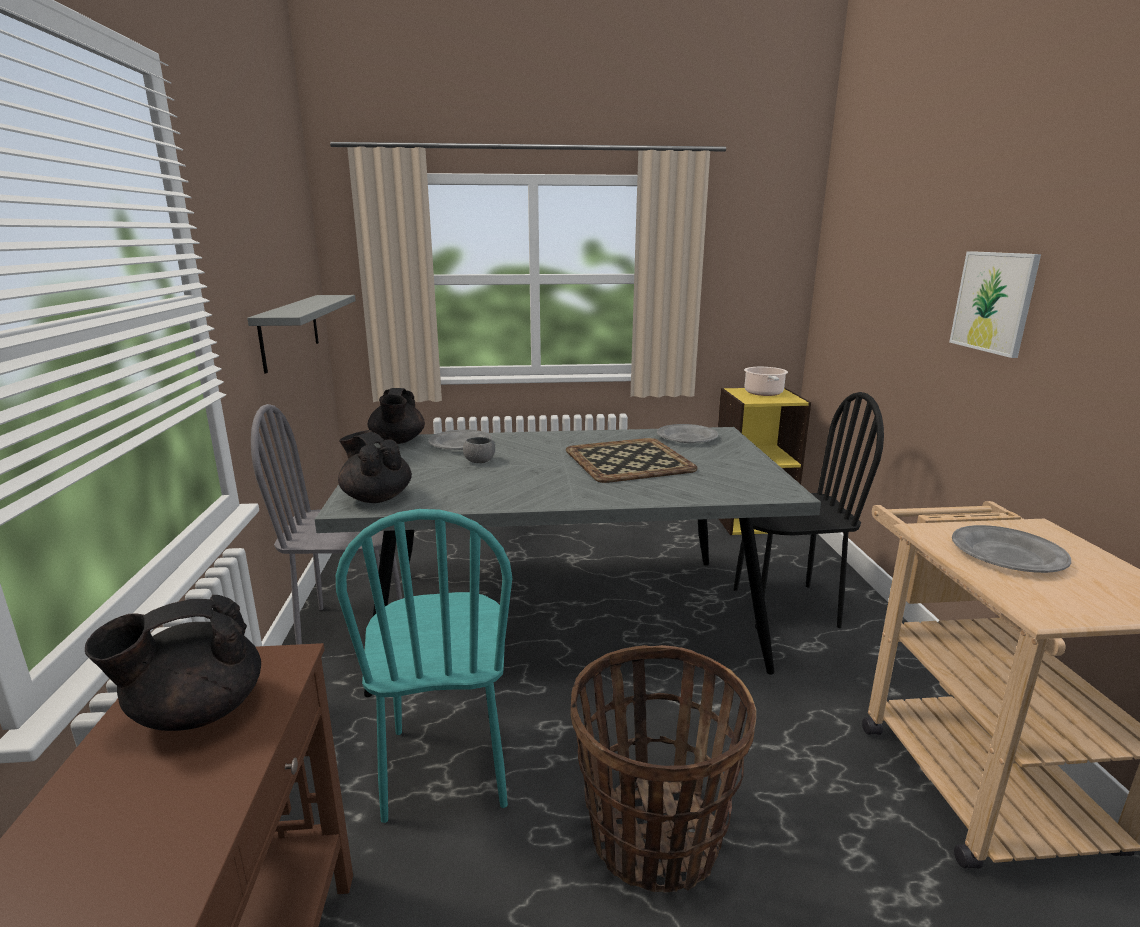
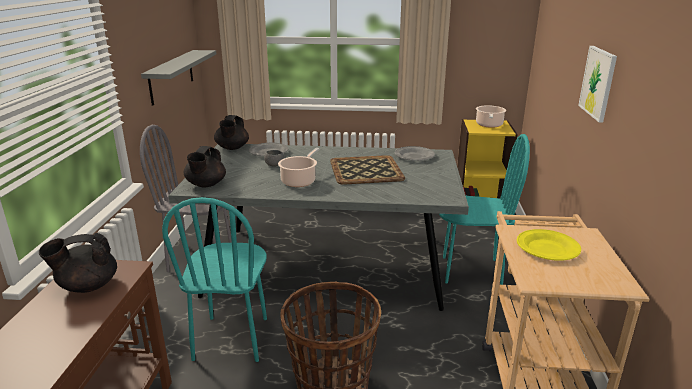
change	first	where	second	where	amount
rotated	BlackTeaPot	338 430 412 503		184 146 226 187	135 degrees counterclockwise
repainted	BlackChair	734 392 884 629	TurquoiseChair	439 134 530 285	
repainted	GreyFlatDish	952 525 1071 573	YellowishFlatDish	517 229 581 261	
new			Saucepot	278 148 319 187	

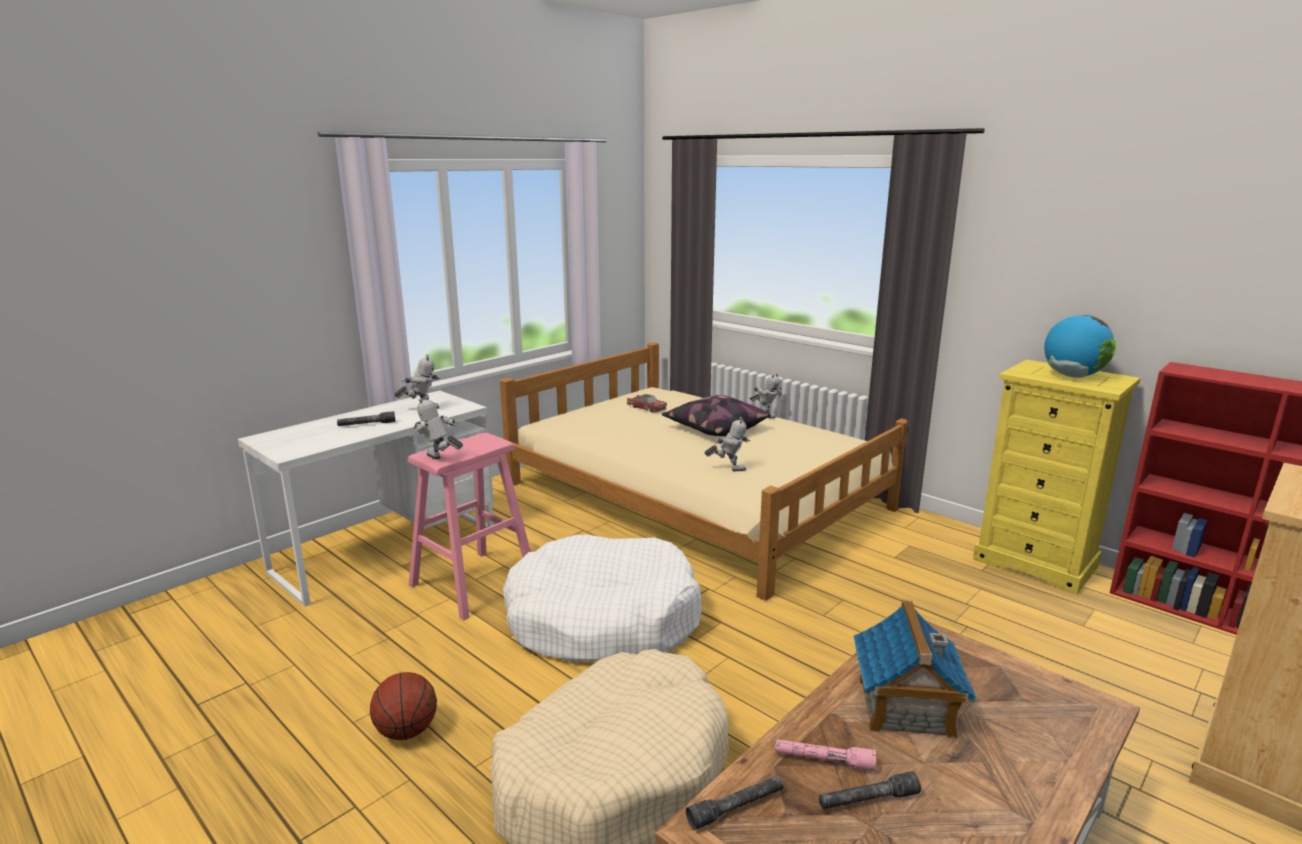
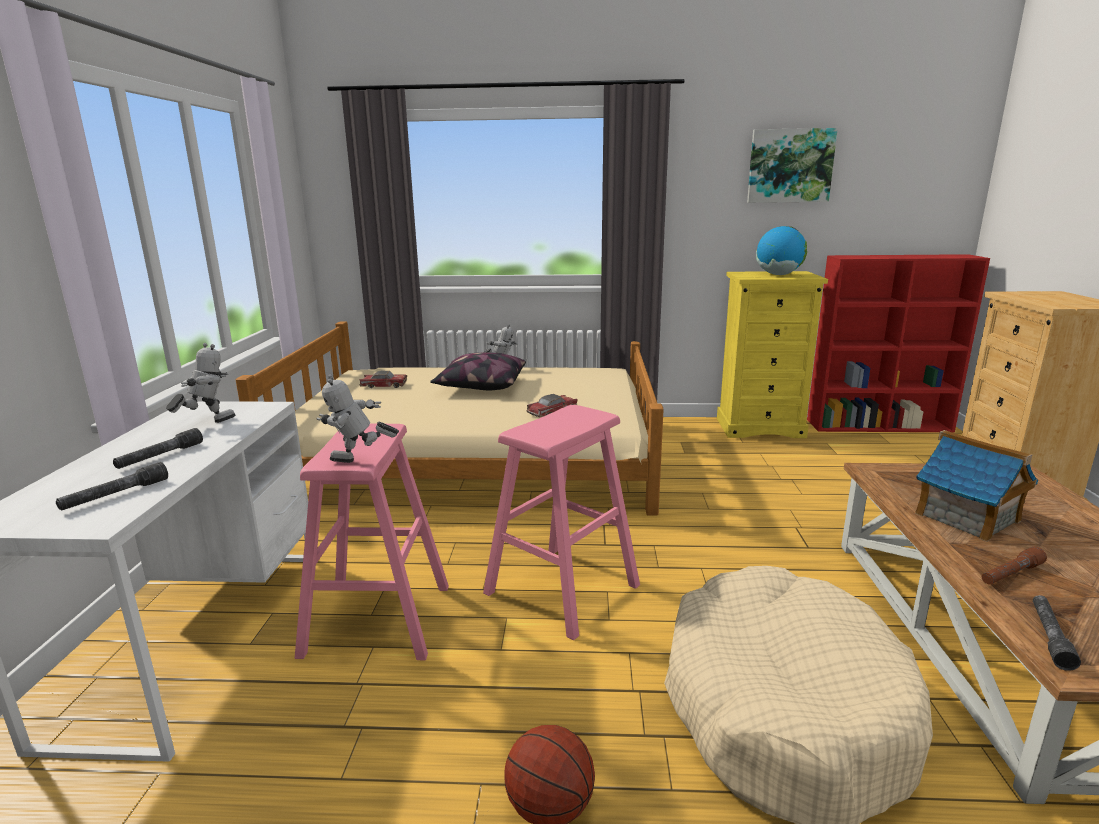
change	first	where	second	where	amount
swapped	WhitishPetBed	503 535 702 663	PinkishStoolSeat	483 405 640 640	
swapped	ModelRobot	704 417 750 471	ToyCar	527 394 578 417	
repainted	PinkishTorch	775 739 876 771	BrownTorch	982 547 1047 584	
shifted	GreyTorch	819 771 921 809		56 462 168 511	
new			WallArt	747 128 838 203	

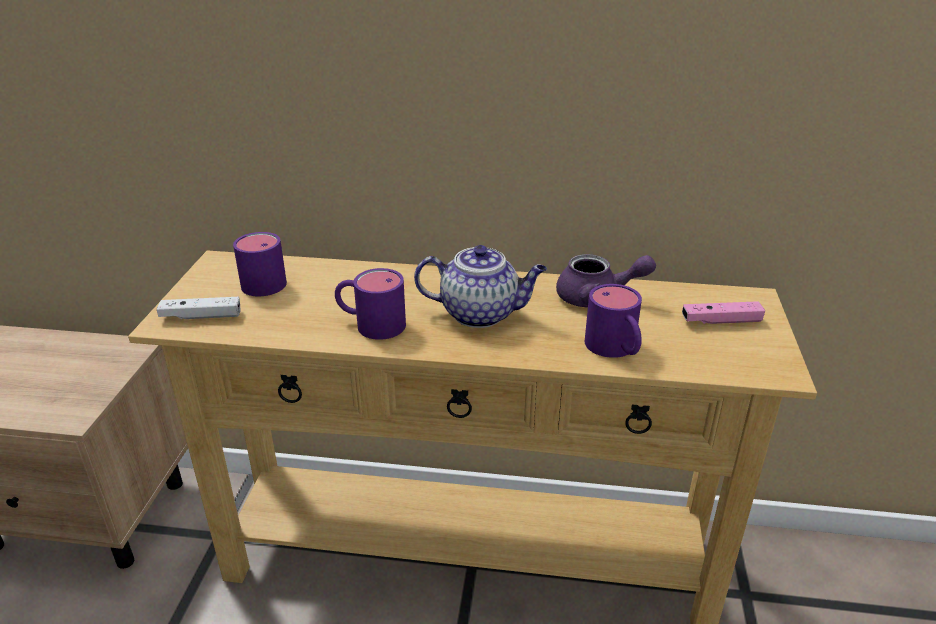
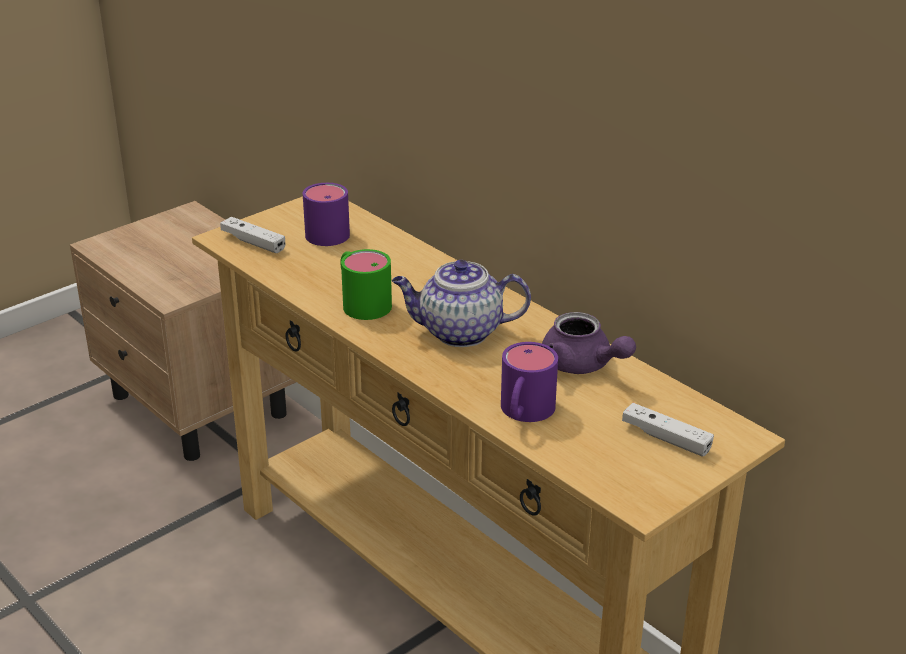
change	first	where	second	where	amount
repainted	PurplishMug	335 268 406 340	GreenMug	340 249 392 320	
rotated	TeaPot	414 245 547 328		392 260 531 347	135 degrees clockwise
repainted	PinkishGamepad	682 301 765 324	WhitishGamepad	622 403 714 457	

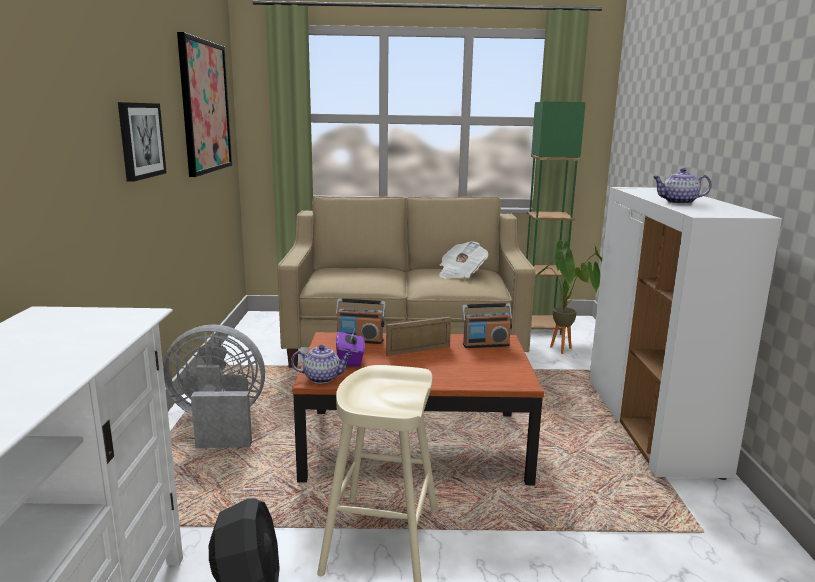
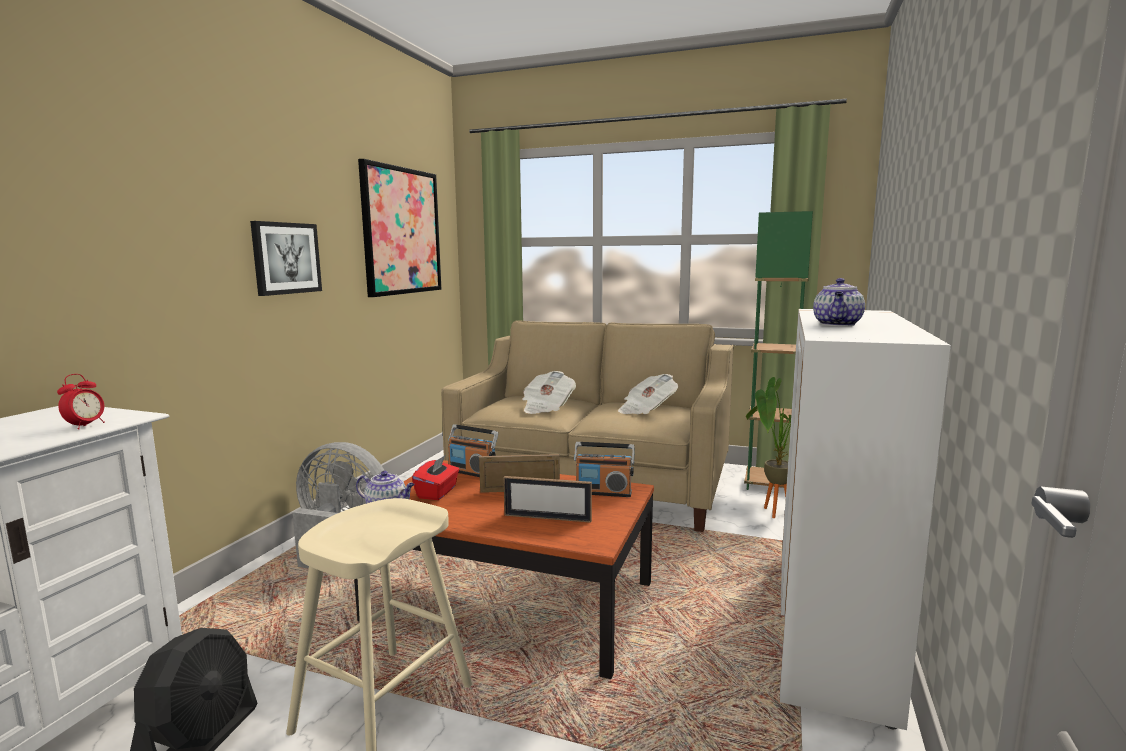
change	first	where	second	where	amount
repainted	PurplishTissueHolder	336 328 365 367	ReddishTissueHolder	412 455 459 500	
rotated	TeaPot	653 168 712 204		813 278 865 326	90 degrees counterclockwise
new			BedsideClock	57 374 105 429	
new			PhotoFrame	504 476 592 523	
new			PrintedPaper	522 371 576 414	

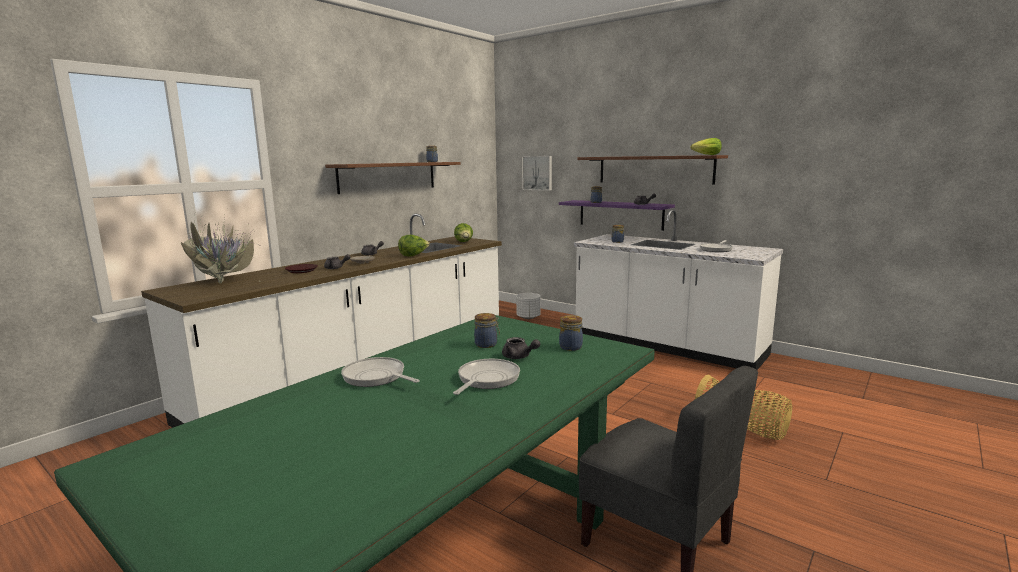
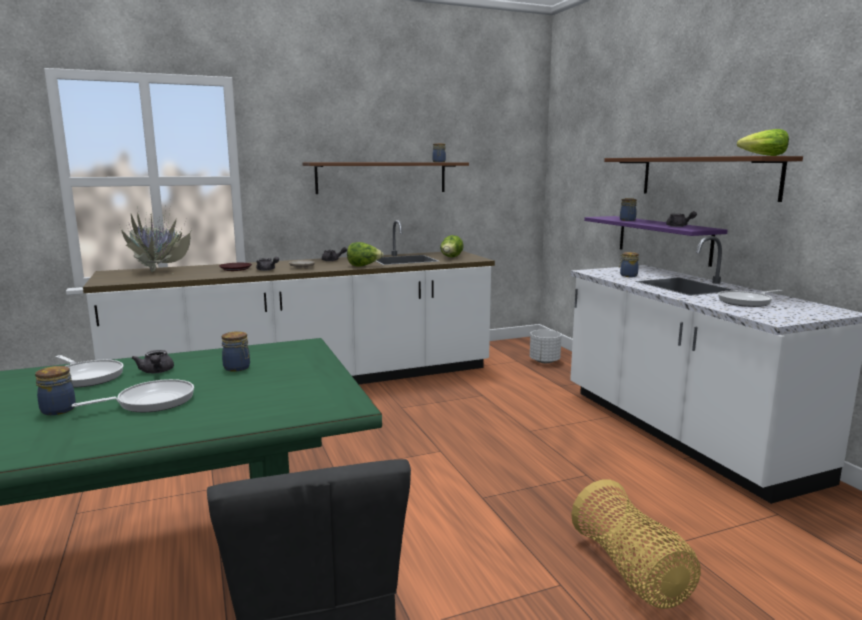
change	first	where	second	where	amount
rotated	FryingPan	341 357 420 387		56 355 124 387	150 degrees clockwise
shifted	GreyTeaPot	502 337 540 359		132 350 174 373	
gone	WallArt	522 156 552 191			
shifted	StorageJar	559 315 583 351		35 366 76 415	

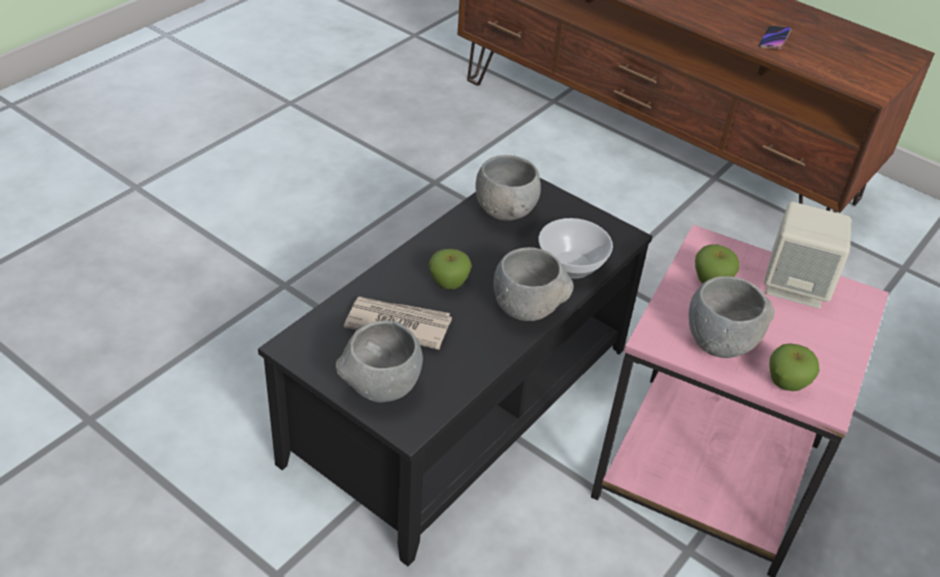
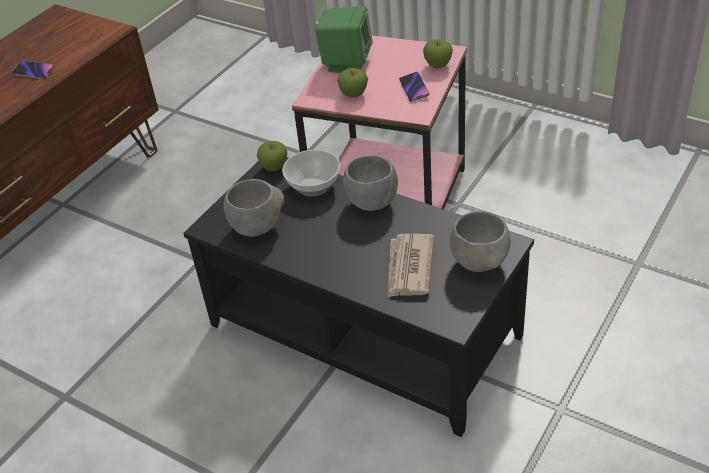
change	first	where	second	where	amount
shifted	Apple	429 249 472 289		257 141 287 171	
swapped	GreyBowl	689 276 775 358	Handset	399 72 429 102	
repainted	SandColouredSpeaker	764 202 851 308	GreenSpeaker	315 6 373 73	

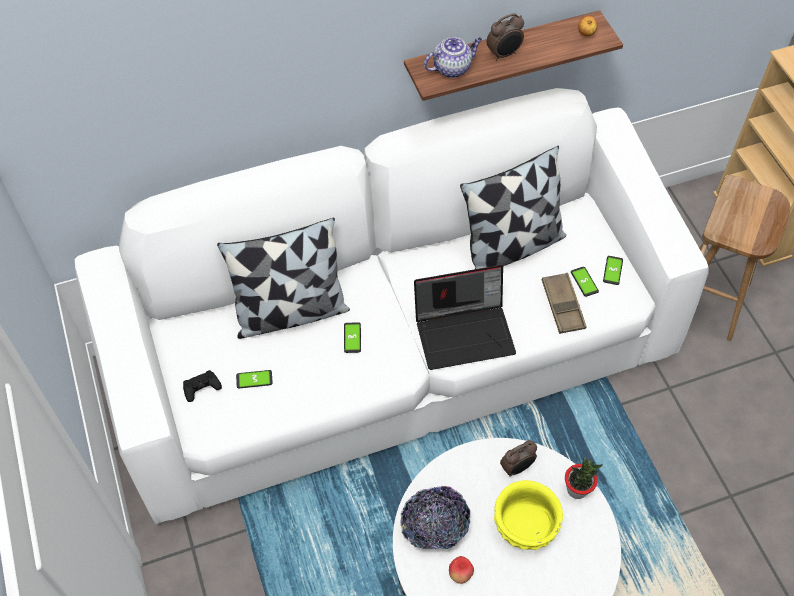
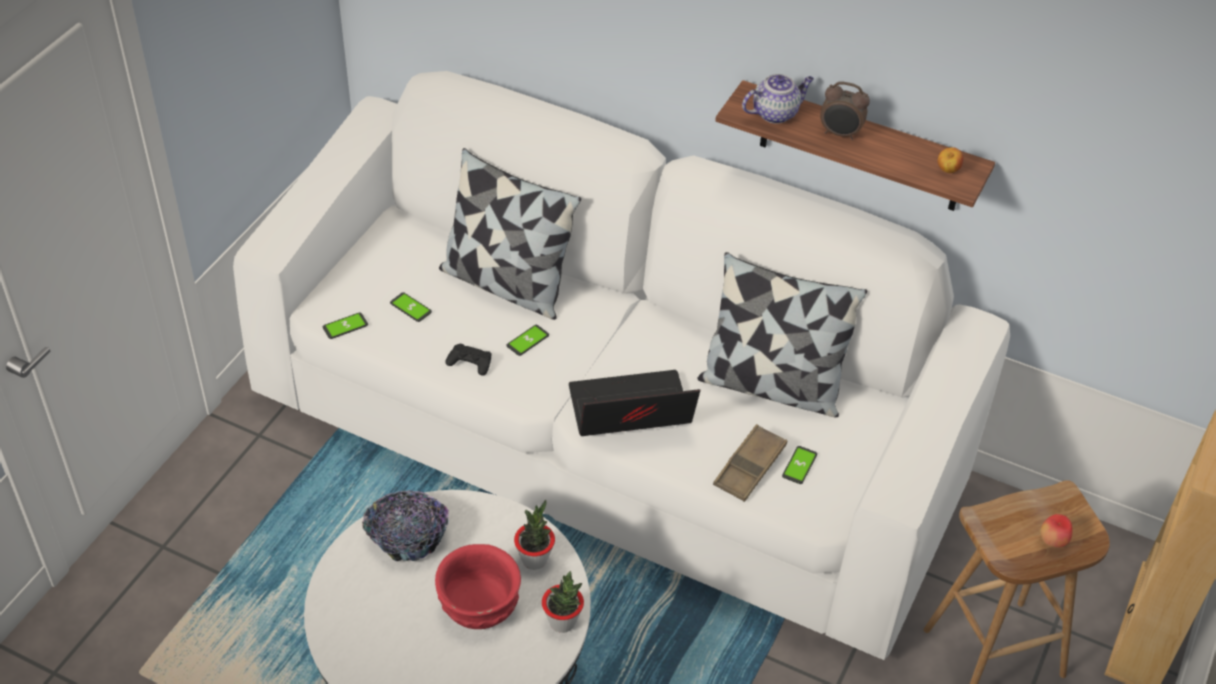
change	first	where	second	where	amount
shifted	BlackGamepad	183 370 222 402		445 344 492 376	
rotated	NotebookComputer	414 265 516 370		569 370 701 436	135 degrees clockwise
rotated	TeaPot	424 37 482 78		742 74 814 124	45 degrees counterclockwise
shifted	Apple	449 556 474 584		1040 514 1072 548	
repainted	YellowishBowl	494 480 563 550	ReddishBowl	435 544 521 629	
swapped	BedsideClock	500 440 537 477	PlantInAPot	514 500 555 570	
shifted	Handset	603 256 623 285		323 312 368 339	

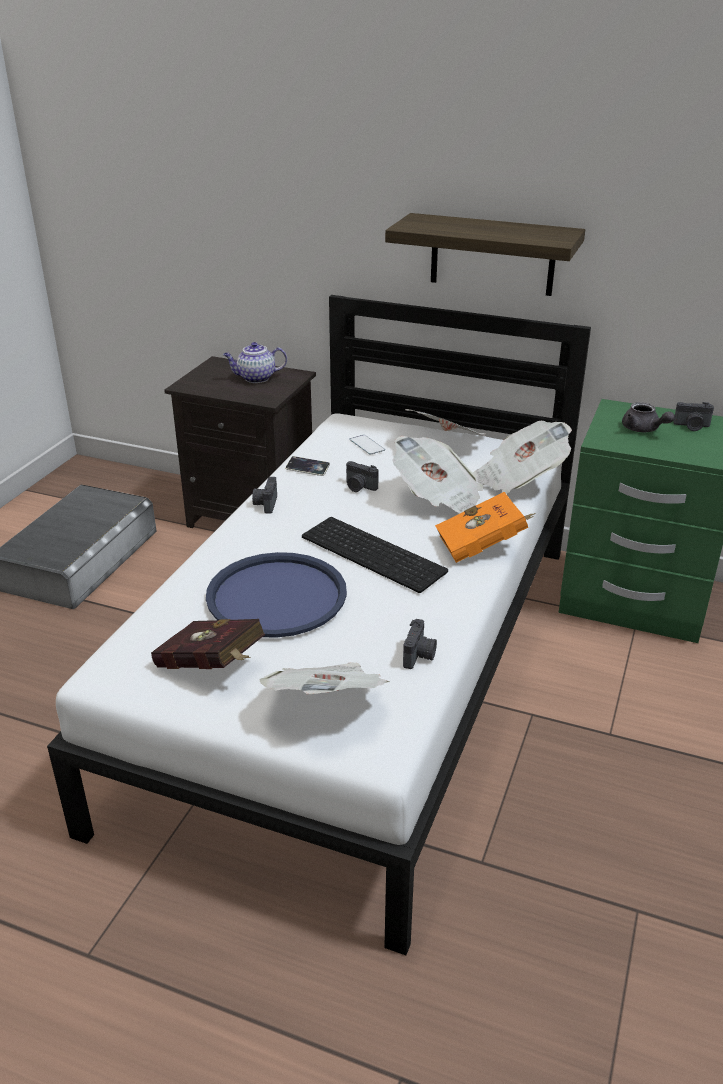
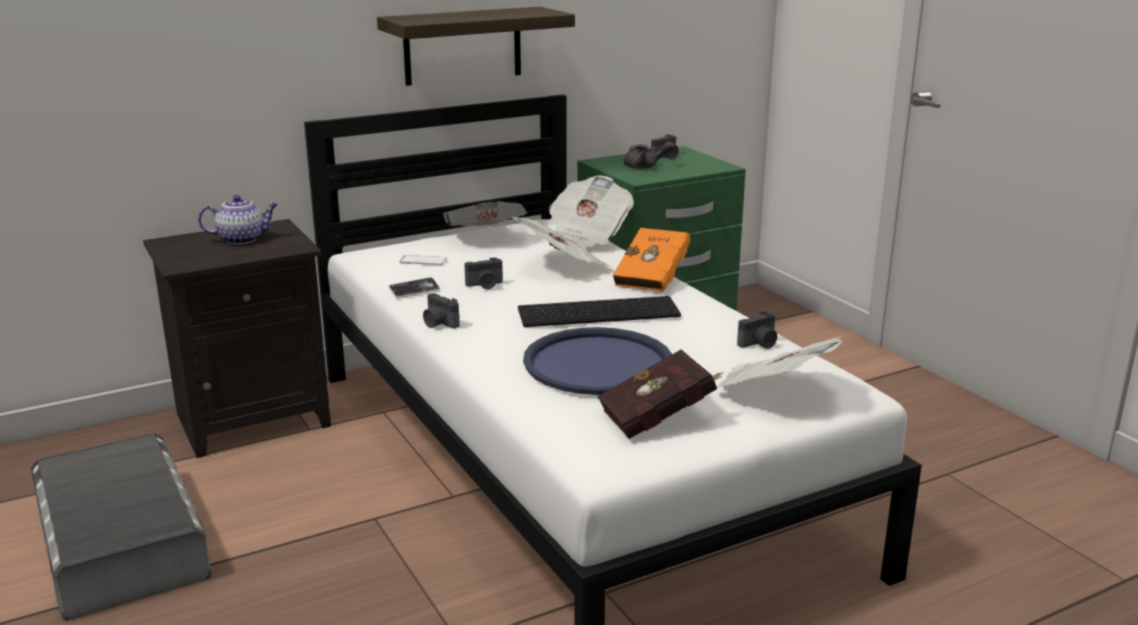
change	first	where	second	where	amount
rotated	TeaPot	223 342 287 383		198 195 278 244	135 degrees counterclockwise
rotated	PhotoCamera	403 619 437 669		737 311 777 349	90 degrees clockwise

